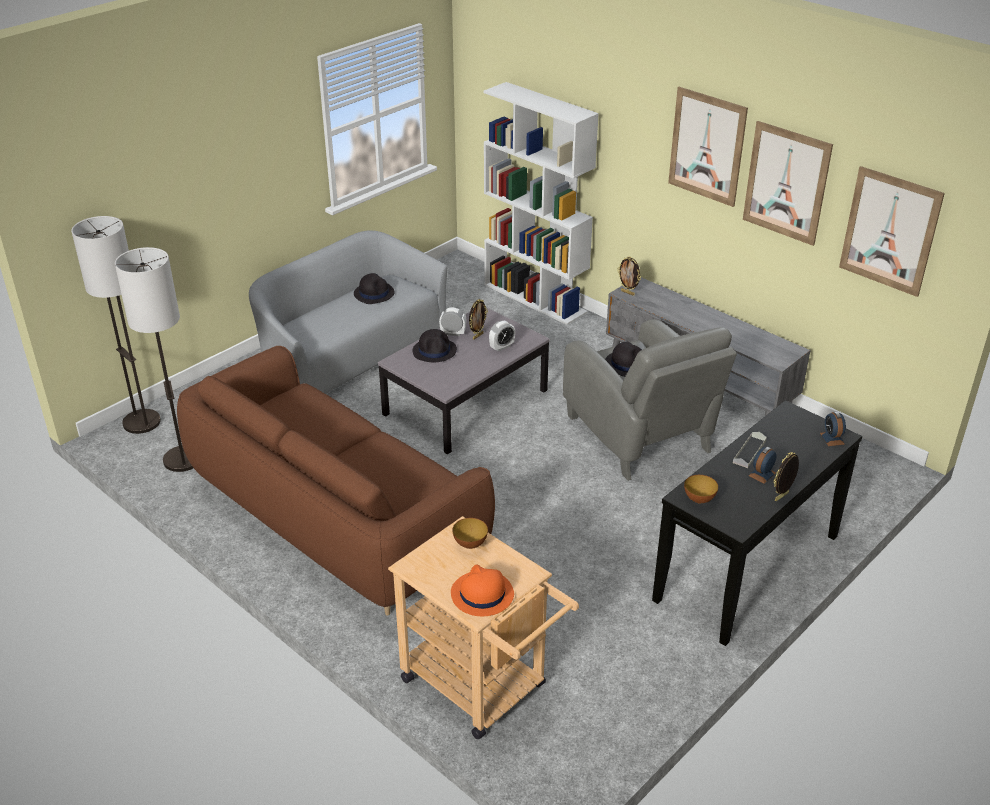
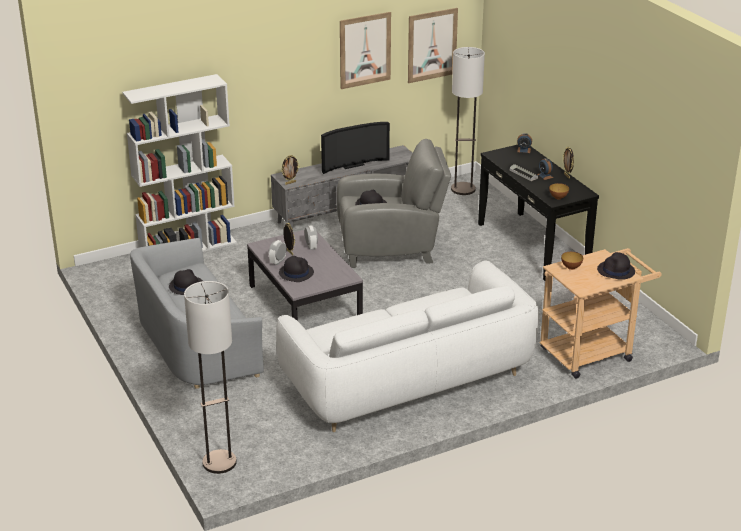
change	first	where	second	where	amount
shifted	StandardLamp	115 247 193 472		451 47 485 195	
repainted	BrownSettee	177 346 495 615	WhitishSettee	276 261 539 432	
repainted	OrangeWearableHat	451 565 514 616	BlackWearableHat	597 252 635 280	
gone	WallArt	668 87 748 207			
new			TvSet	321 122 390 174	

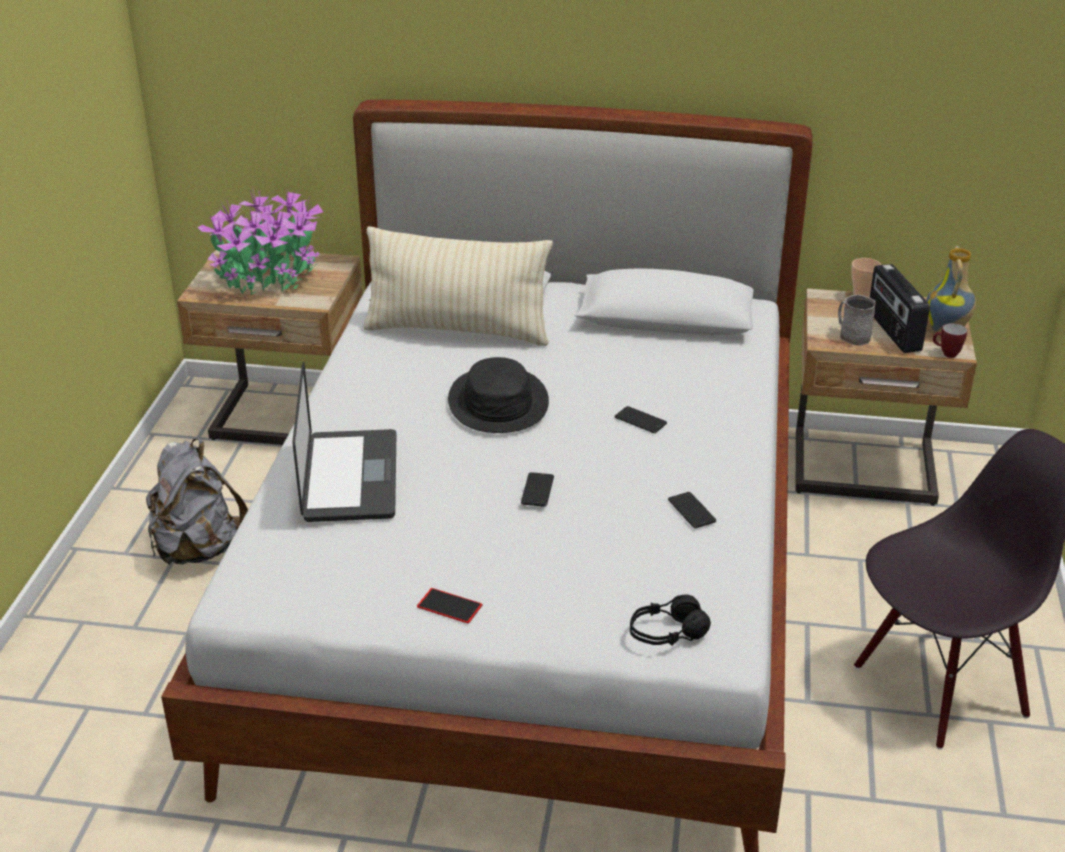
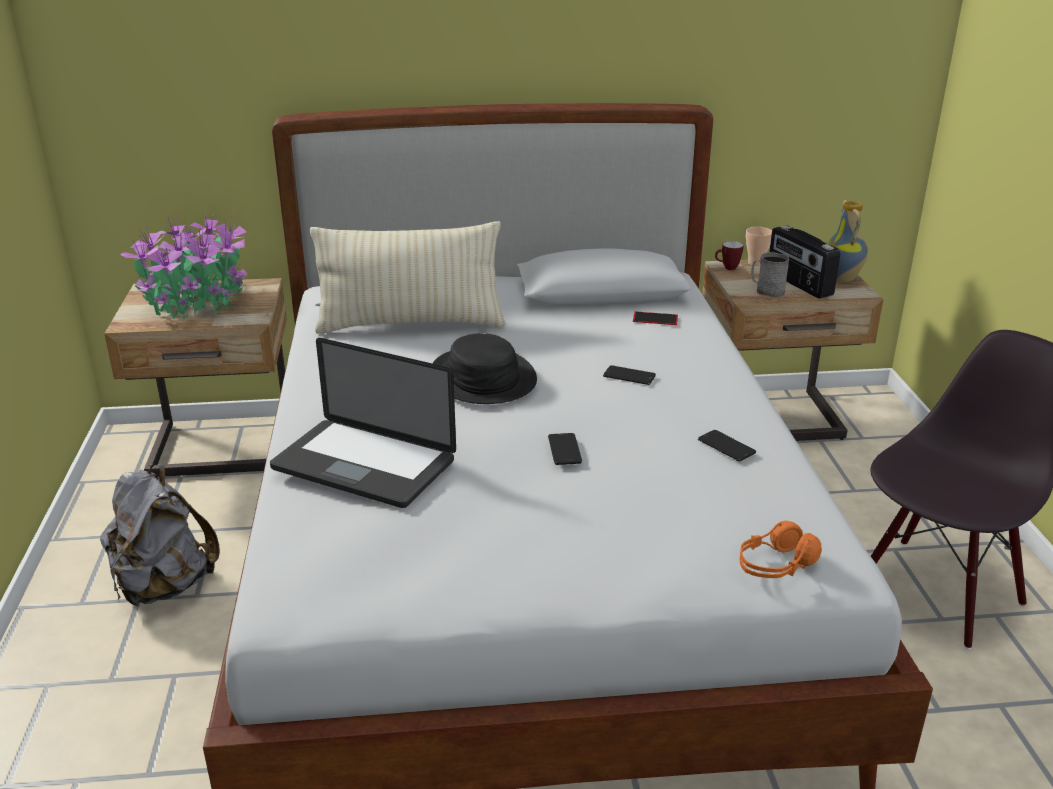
change	first	where	second	where	amount
rotated	NotebookComputer	293 362 396 522		270 338 456 508	135 degrees clockwise
shifted	Handset	417 588 482 623		633 312 678 325	
repainted	BlackHeadphones	630 594 711 646	OrangeHeadphones	740 521 822 578	
shifted	Mug	933 323 967 358		715 241 743 270	

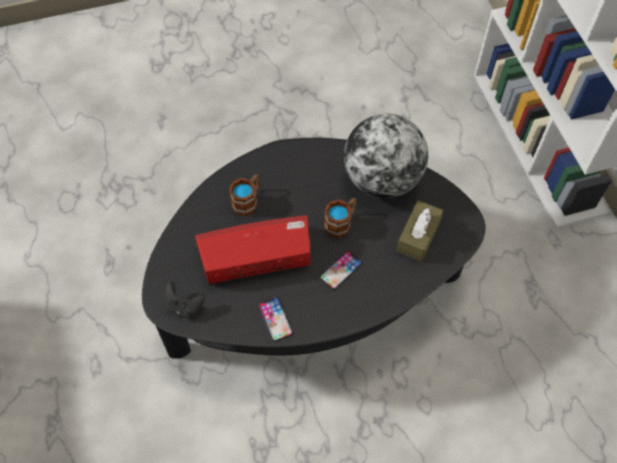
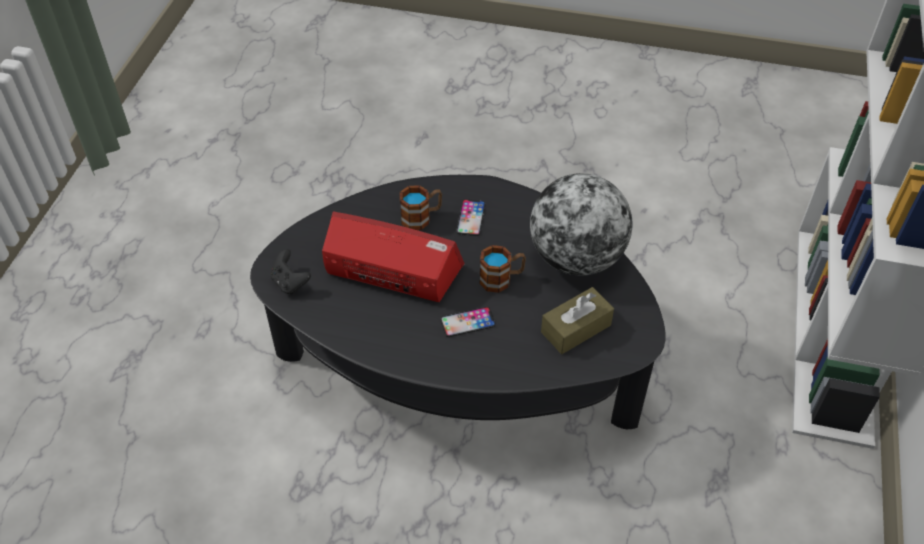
change	first	where	second	where	amount
shifted	Handset	258 297 293 342		456 199 486 236	

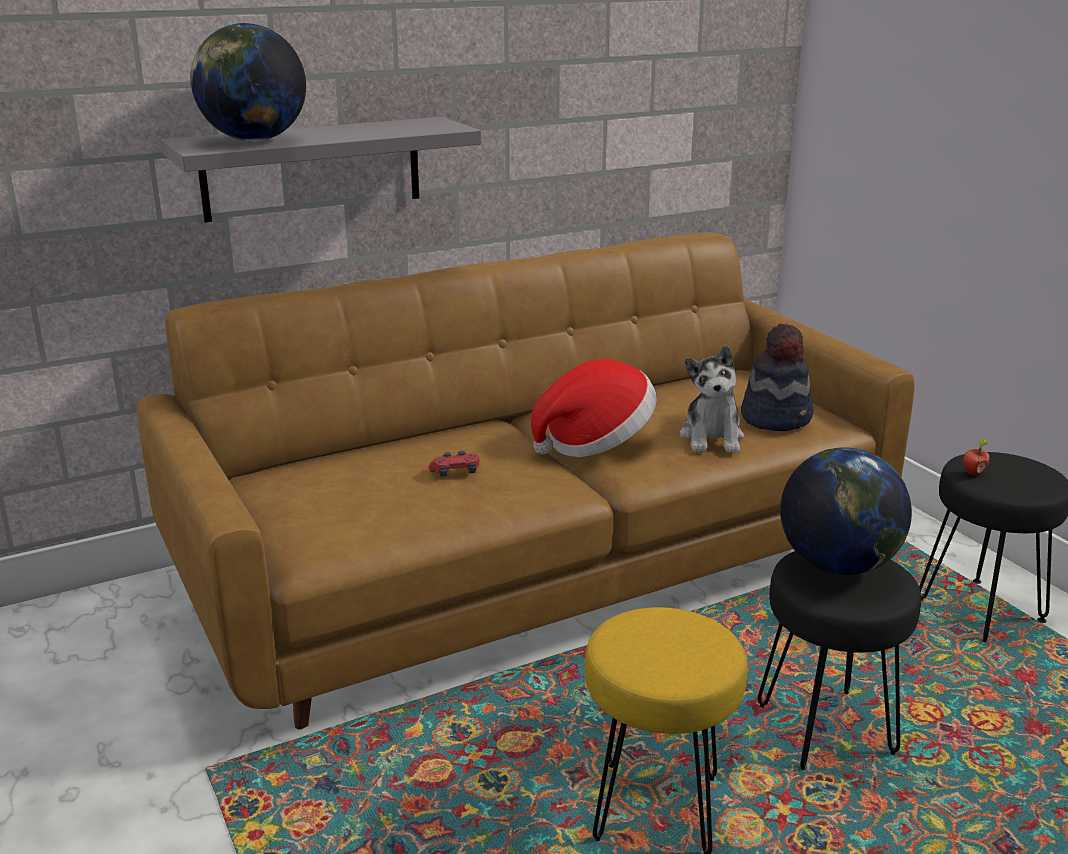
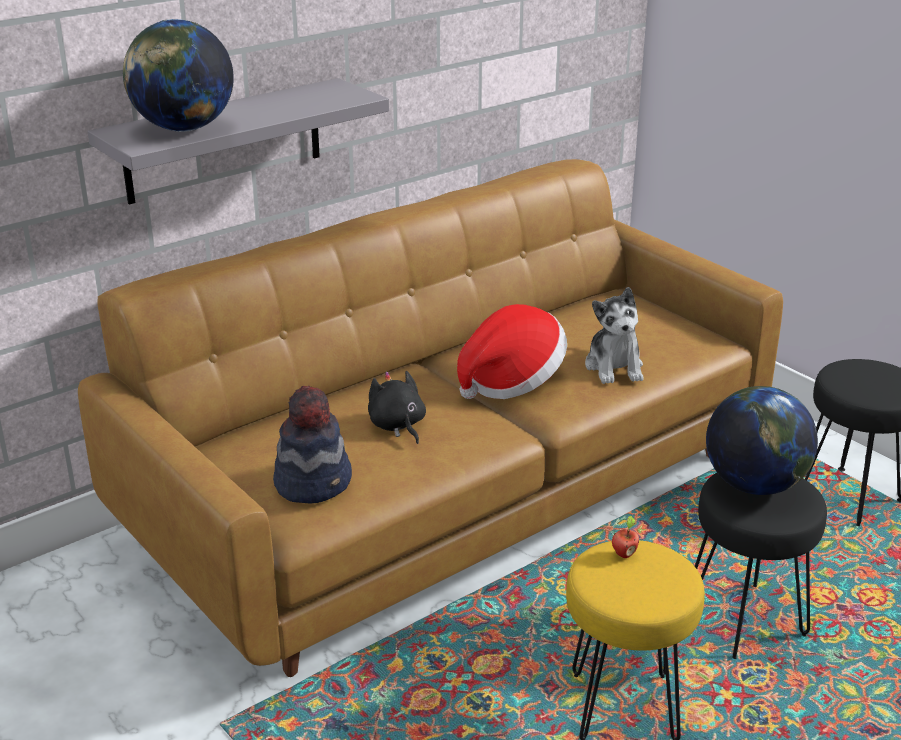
change	first	where	second	where	amount
swapped	ReddishGamepad	429 451 480 477	BlackSoftToy	368 371 426 444	
shifted	WearableHat	741 323 814 431		273 386 352 503	
shifted	Apple	963 438 990 476		612 516 639 558	

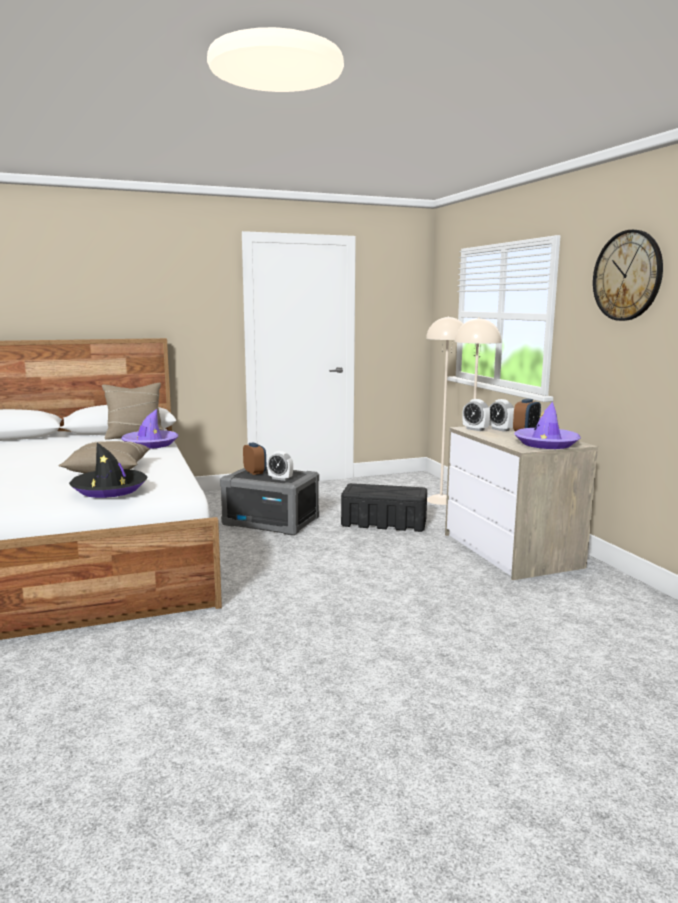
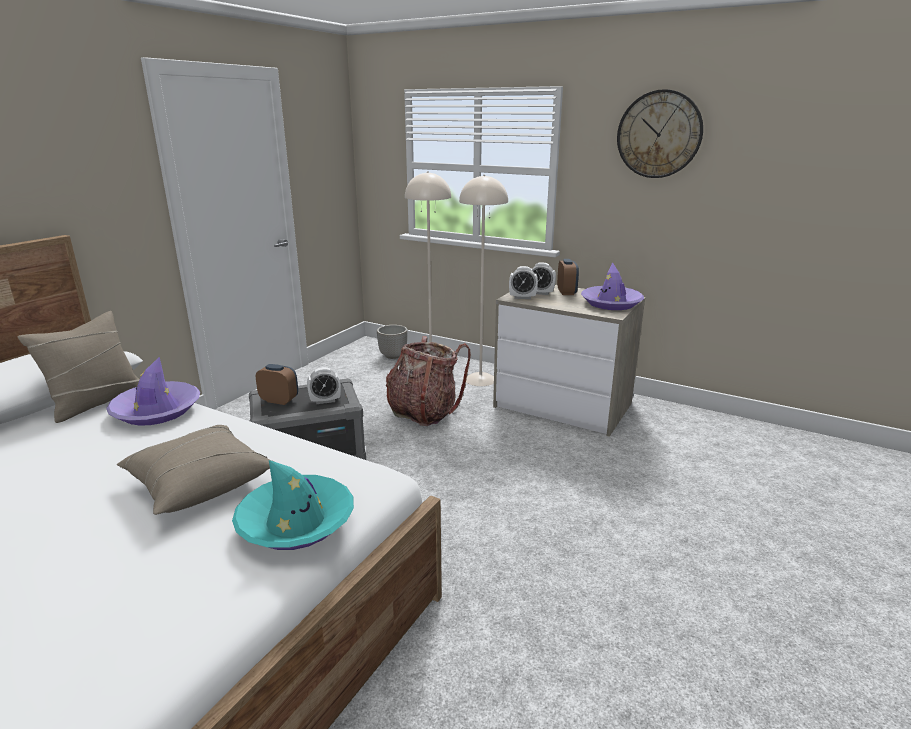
change	first	where	second	where	amount
repainted	BlackWearableHat	69 443 147 498	TurquoiseWearableHat	232 460 354 550	
swapped	BlackStorageContainer	341 483 427 532	Rucksack	386 336 471 426	
new			PlantPot	377 325 408 359	

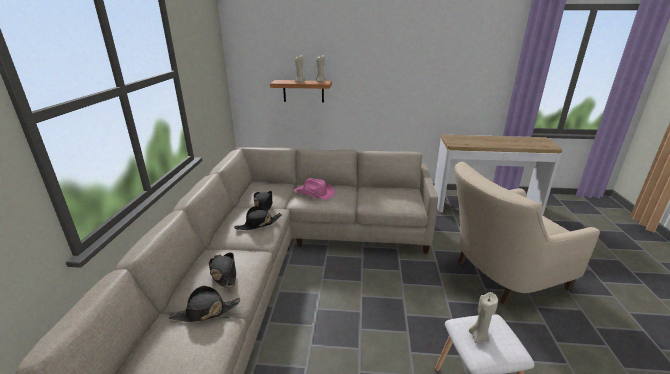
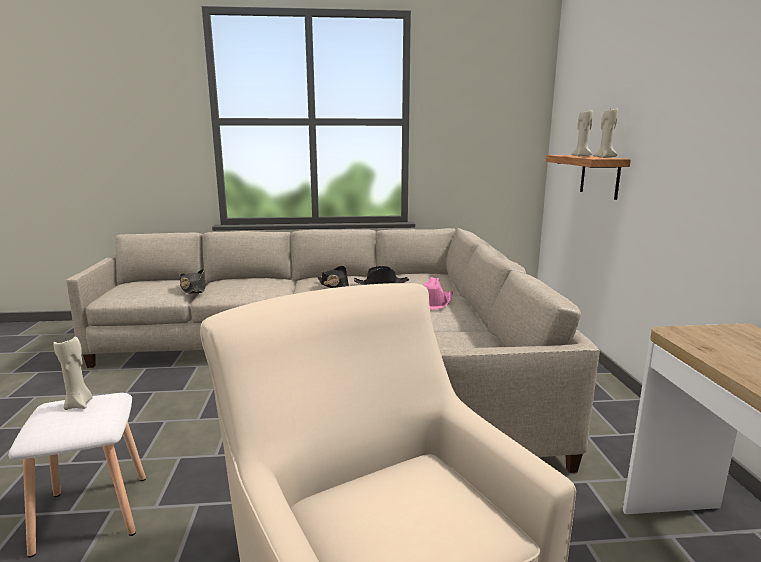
change	first	where	second	where	amount
gone	BlackWearableHat	209 252 236 288			

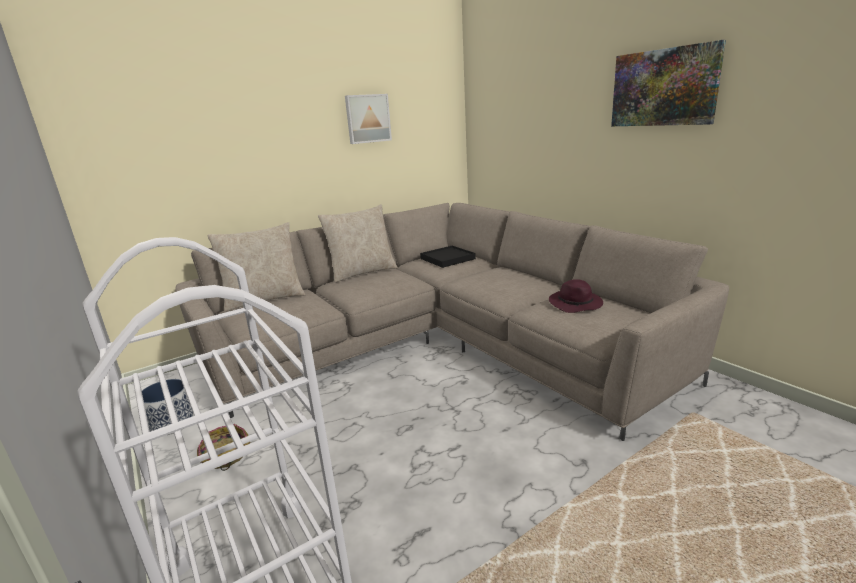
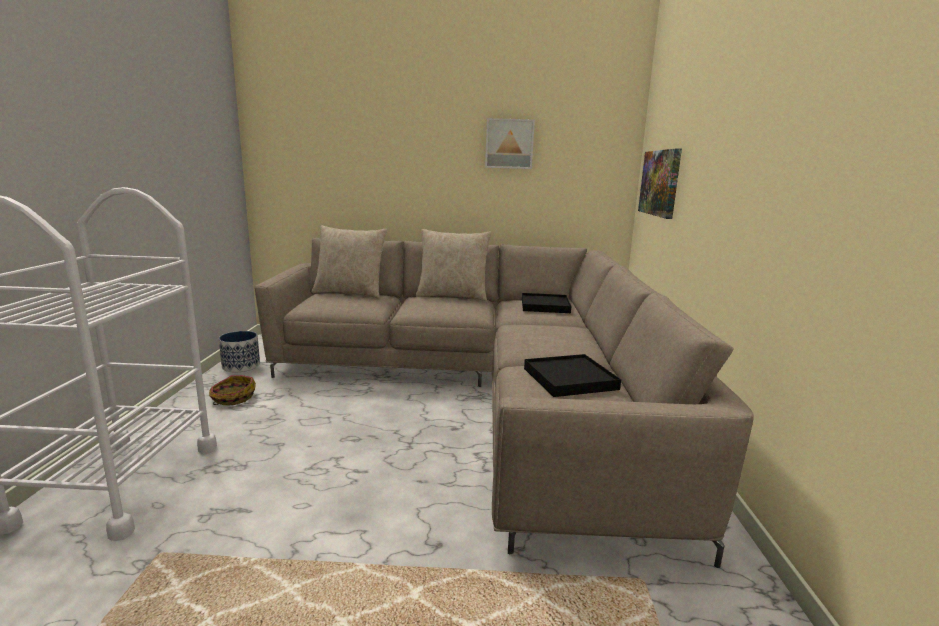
change	first	where	second	where	amount
swapped	PurplishWearableHat	549 279 603 313	BlackTray	524 354 621 397	
shifted	WallArt	611 40 726 126		638 148 682 219	

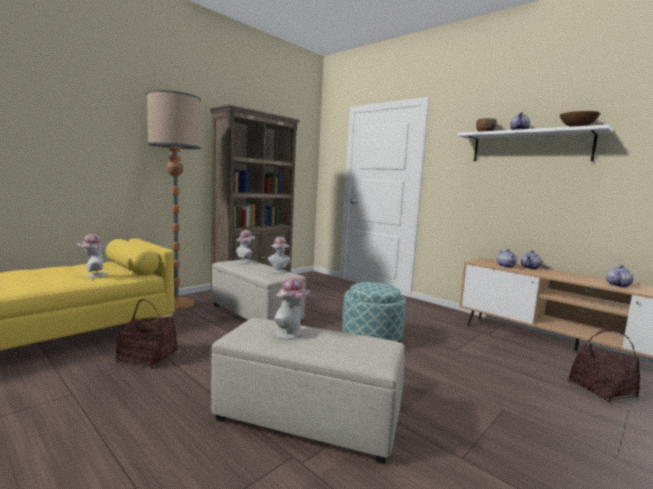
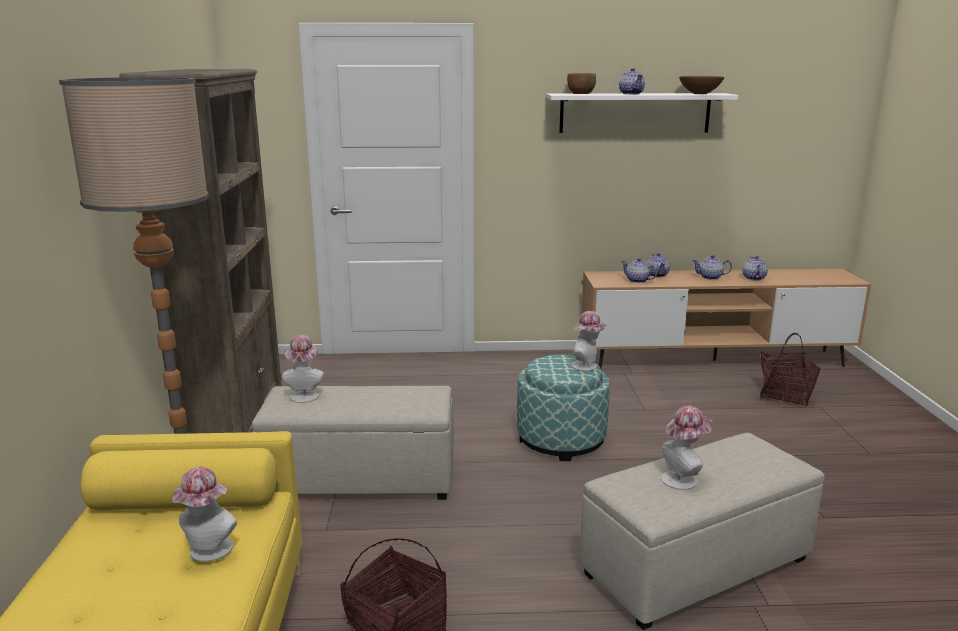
change	first	where	second	where	amount
shifted	WearableHat	268 237 290 273		571 311 608 371	
new			TeaPot	692 255 732 280	

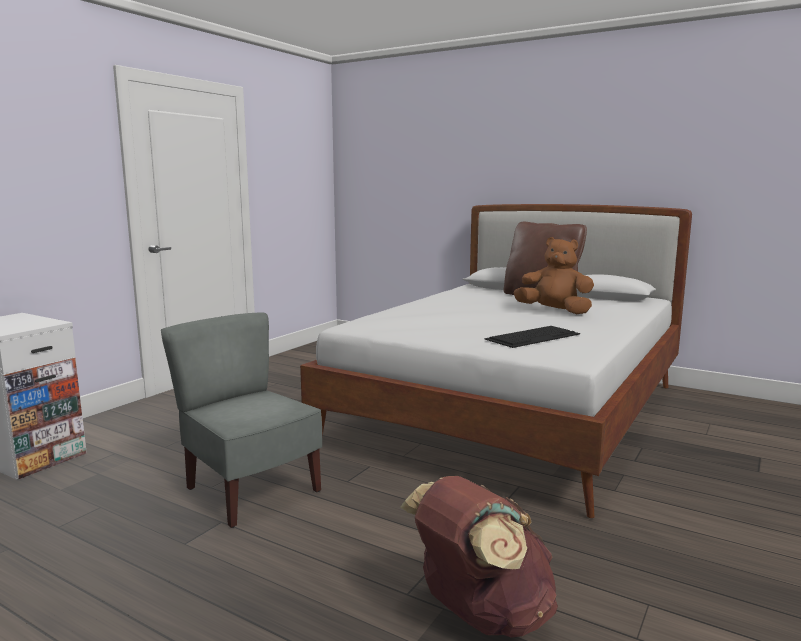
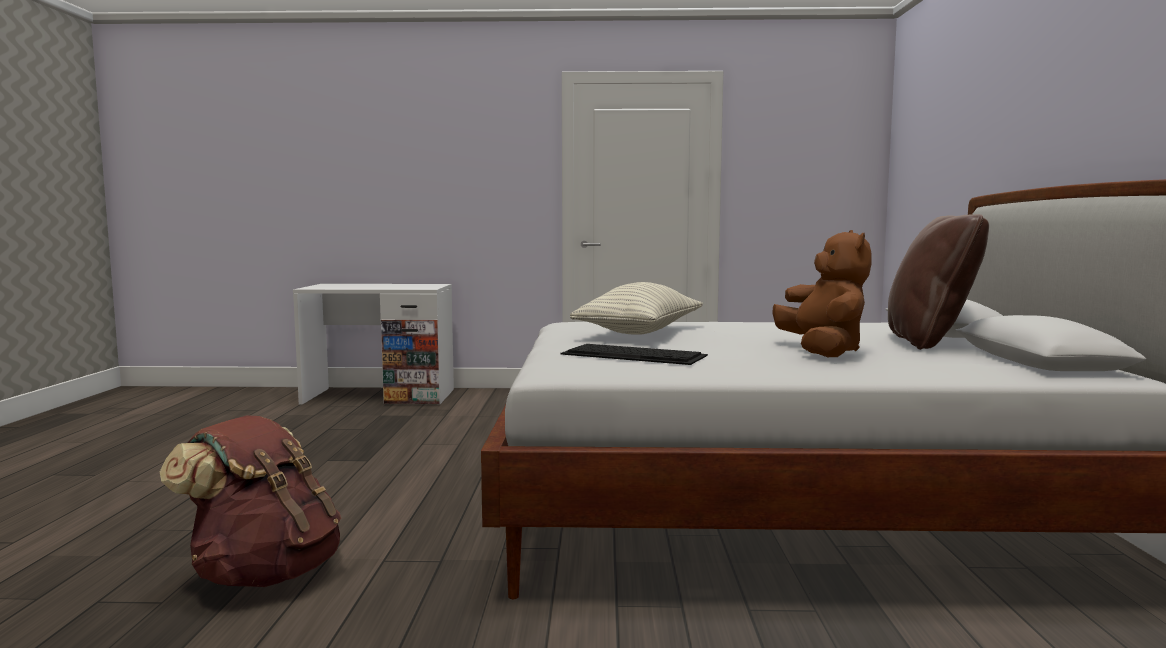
change	first	where	second	where	amount
gone	GreyChair	161 313 322 528			
new			Pillow	570 282 703 335	

